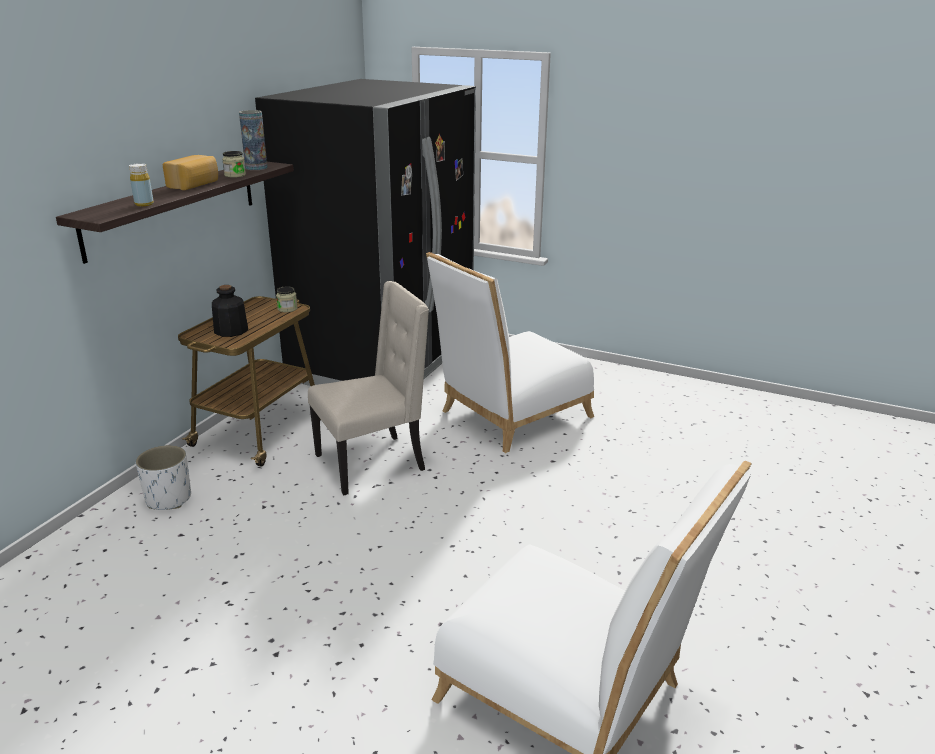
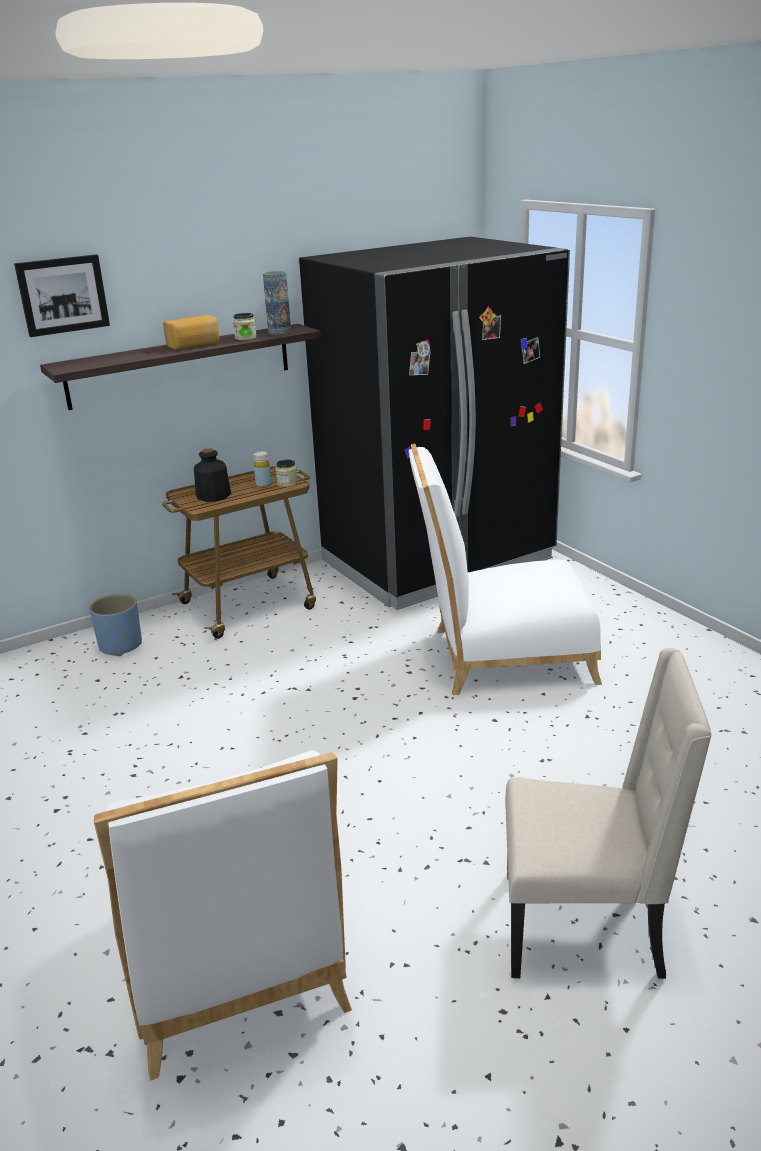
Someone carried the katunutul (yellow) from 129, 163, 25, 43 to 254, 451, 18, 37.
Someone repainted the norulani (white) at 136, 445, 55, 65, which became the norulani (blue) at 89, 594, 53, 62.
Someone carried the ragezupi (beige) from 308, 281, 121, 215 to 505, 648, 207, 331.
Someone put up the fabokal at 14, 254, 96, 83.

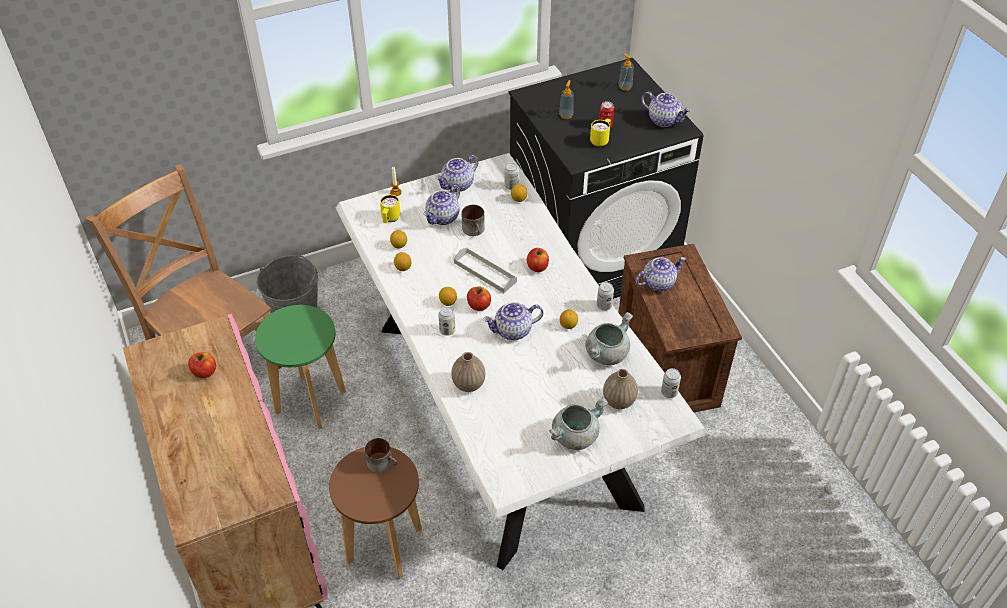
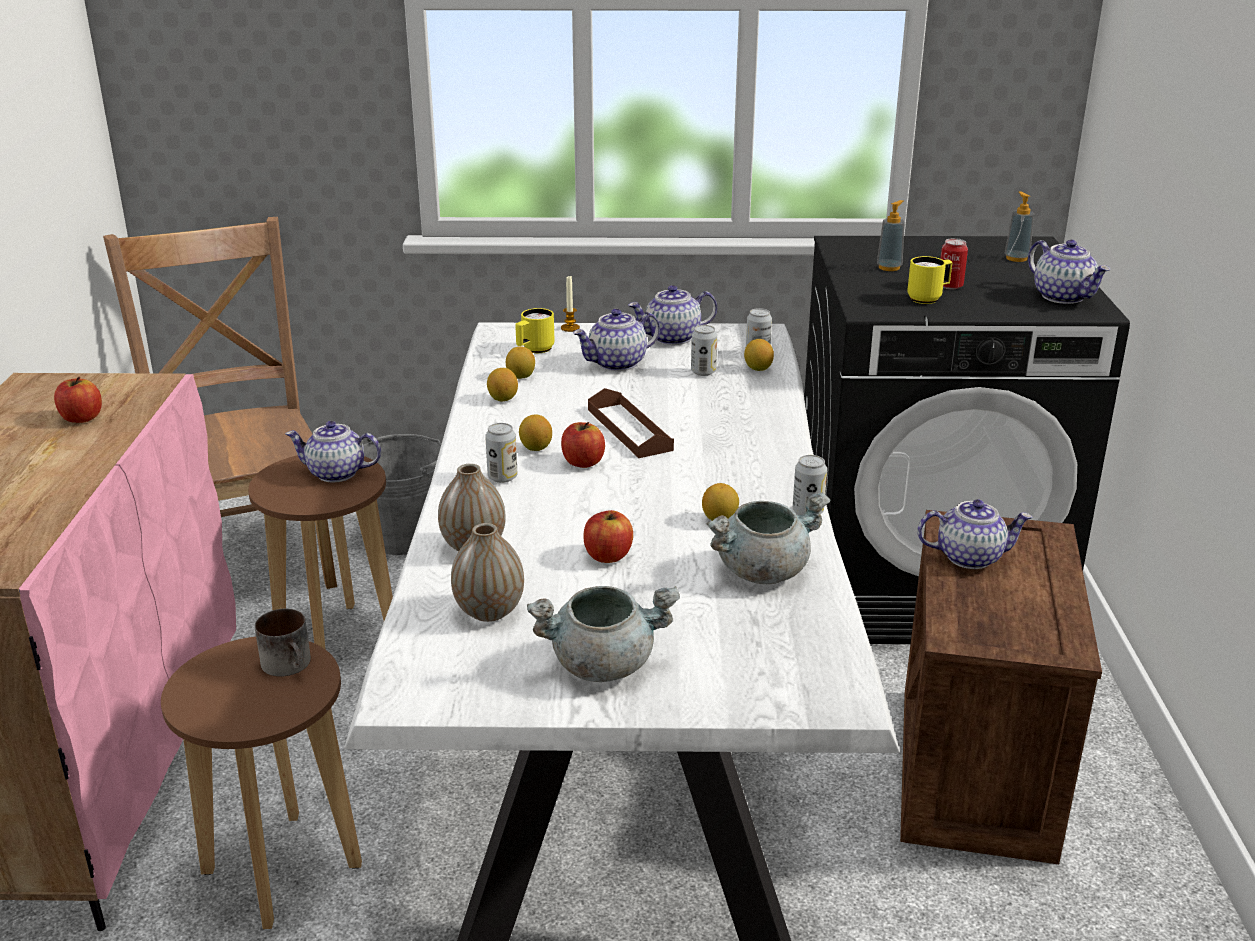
Someone repainted the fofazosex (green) at 255, 305, 91, 124, which became the fofazosex (brown) at 248, 455, 145, 195.
Someone repainted the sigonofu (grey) at 454, 248, 63, 45, which became the sigonofu (brown) at 588, 388, 86, 70.
Someone took away the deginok at 461, 205, 24, 31.
Someone carried the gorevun from 483, 302, 60, 38 to 285, 421, 96, 61.
Someone carried the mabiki from 527, 248, 22, 24 to 584, 510, 49, 53.
Someone carried the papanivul from 603, 369, 35, 40 to 451, 523, 73, 99.
Someone carried the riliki from 661, 368, 20, 30 to 691, 325, 26, 51.

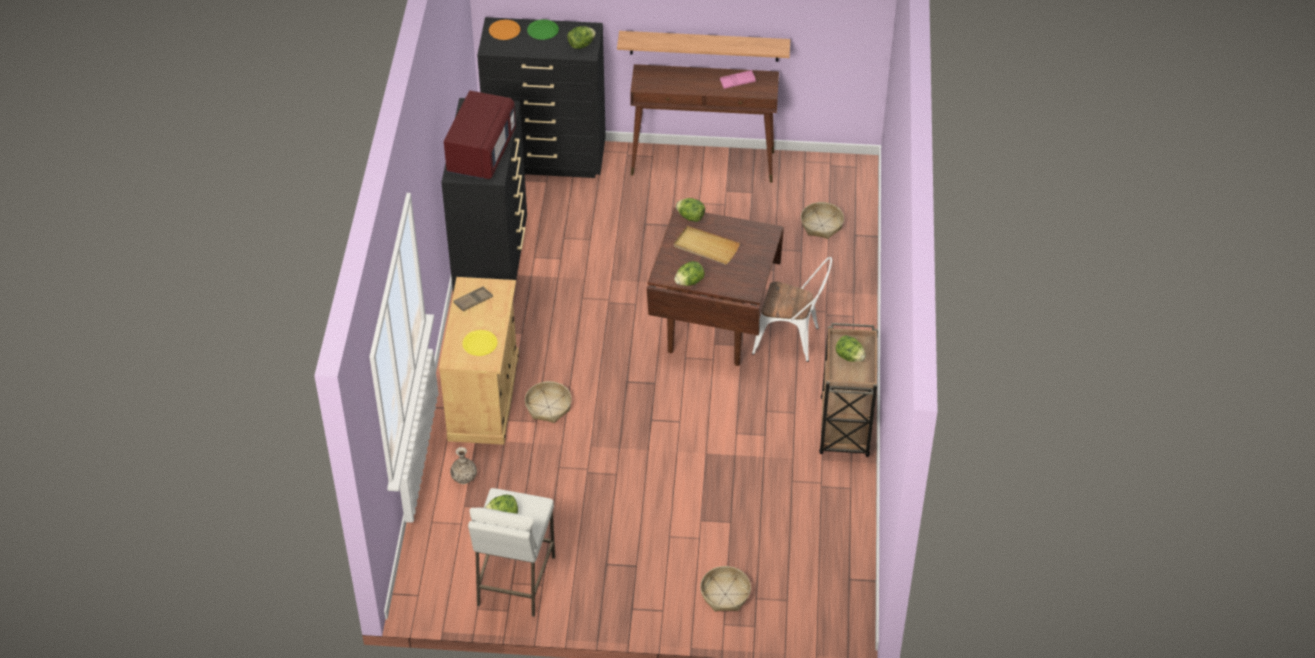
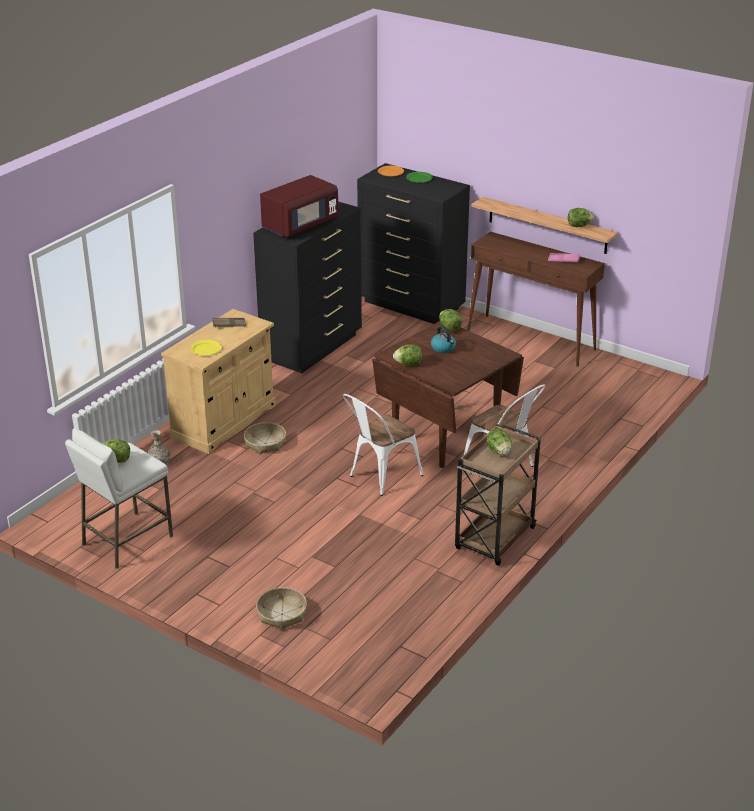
Someone carried the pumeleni from 567, 26, 29, 23 to 568, 208, 26, 19.
Someone swapped the sigonofu (beige) at 674, 226, 66, 39 for the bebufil at 431, 326, 25, 27.
Someone took away the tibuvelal at 801, 202, 43, 37.
Someone put down the ragezupi (white) at 343, 394, 80, 102.

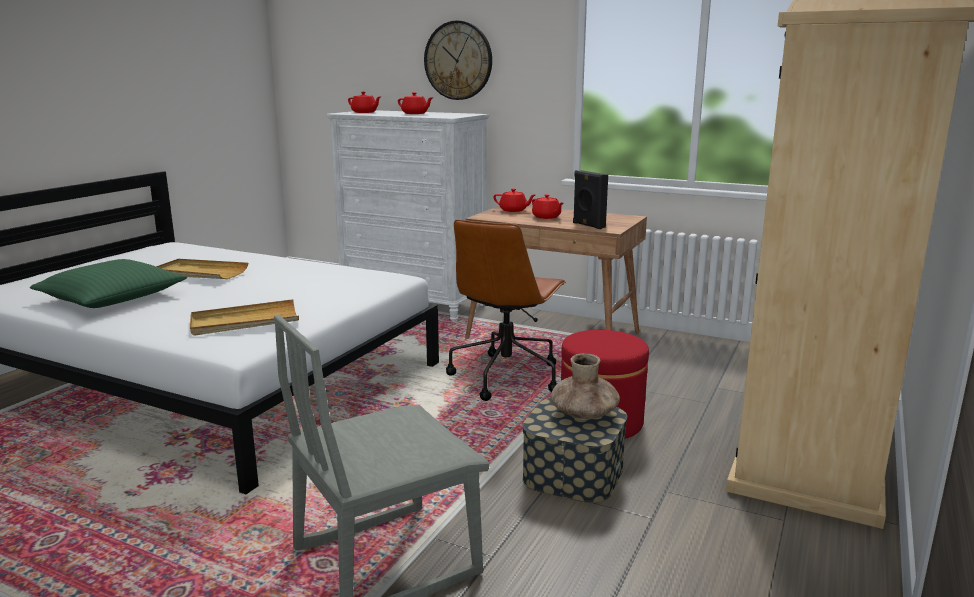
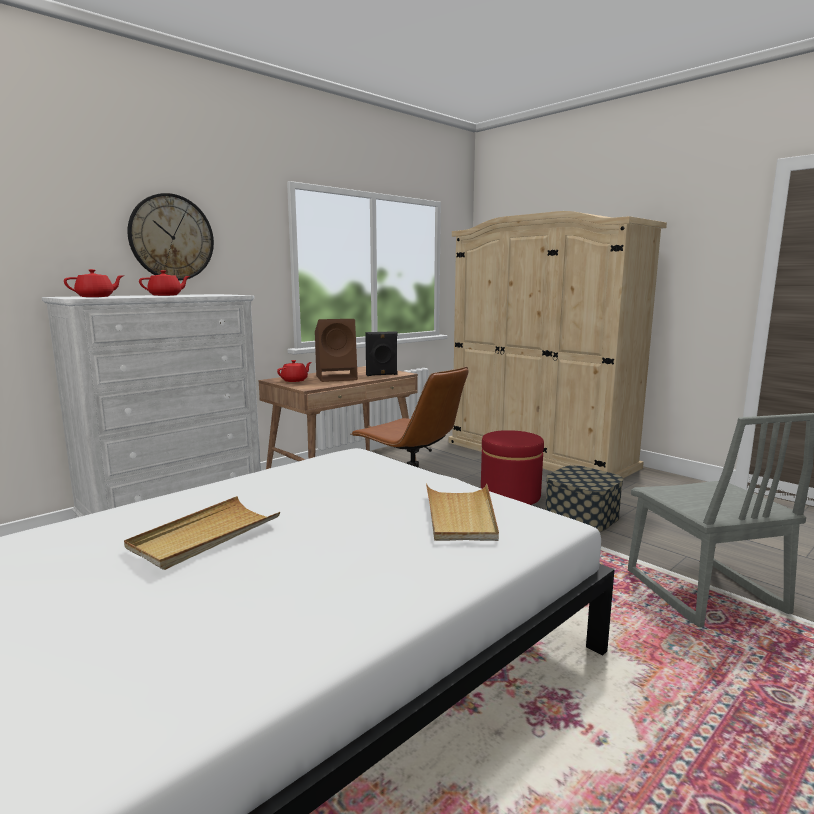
Someone took away the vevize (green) at 30, 259, 157, 49.
Someone swapped the gorevun (red) at 532, 194, 31, 25 for the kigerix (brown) at 315, 319, 43, 63.
Someone took away the papanivul (brown) at 551, 353, 69, 67.

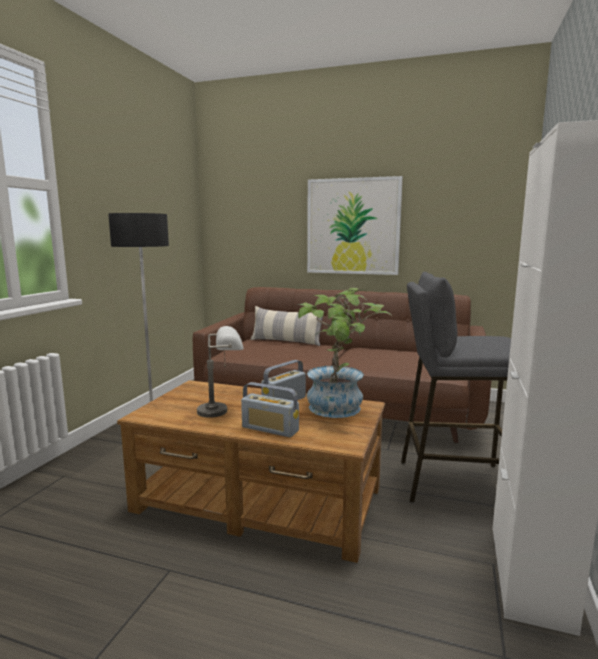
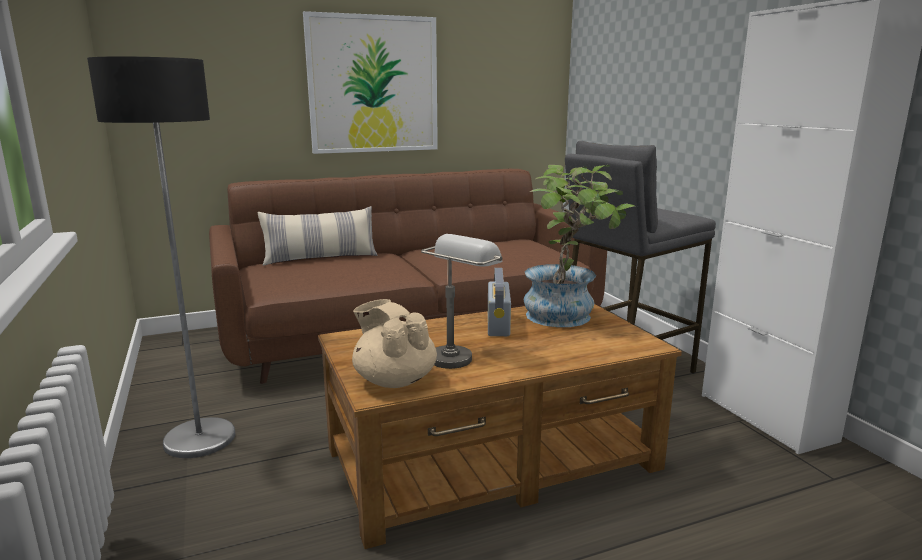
Someone took away the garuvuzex at 241, 382, 58, 55.
Someone put down the gorevun (beige) at 352, 299, 85, 89.

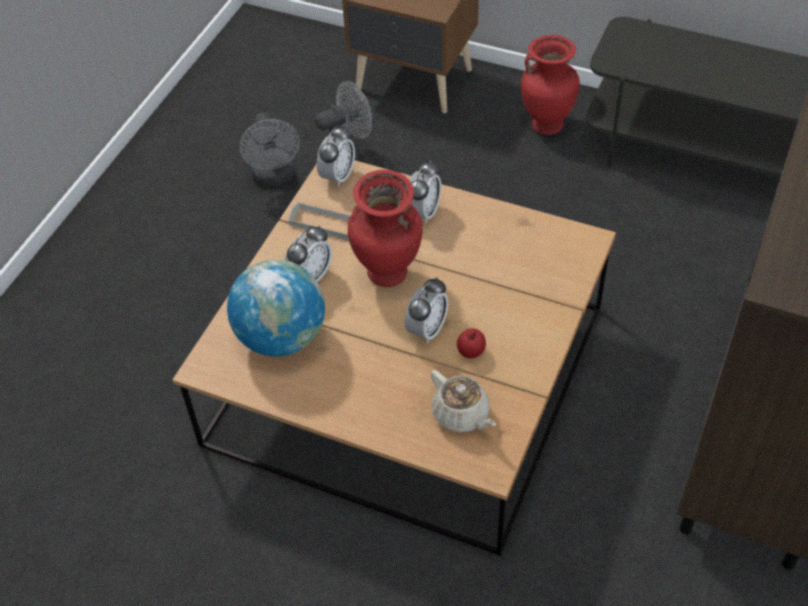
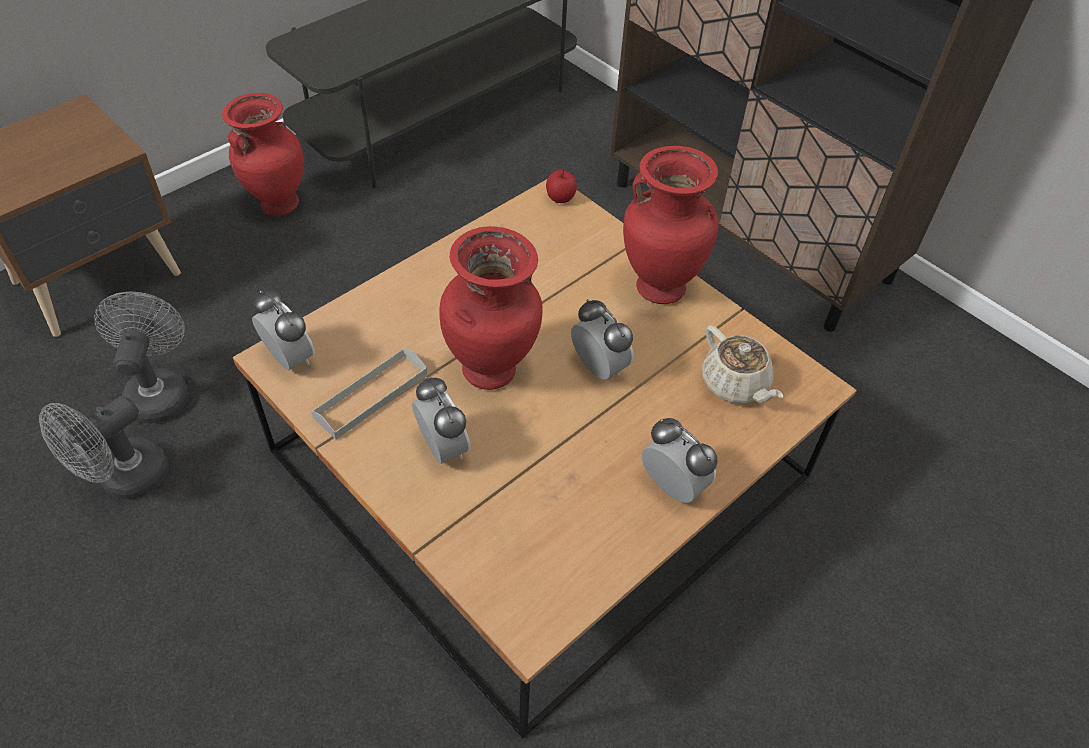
Someone took away the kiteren at 227, 259, 98, 98.
Someone rotated the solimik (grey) at 239, 112, 61, 75 by 120 degrees clockwise.
Someone carried the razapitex from 410, 160, 31, 64 to 642, 418, 76, 85.
Someone rotated the gorevun (beige) at 430, 370, 66, 62 by 75 degrees clockwise.
Someone carried the mabiki from 457, 328, 29, 30 to 546, 169, 31, 34.
Someone put down the papanivul (red) at 623, 146, 96, 158.

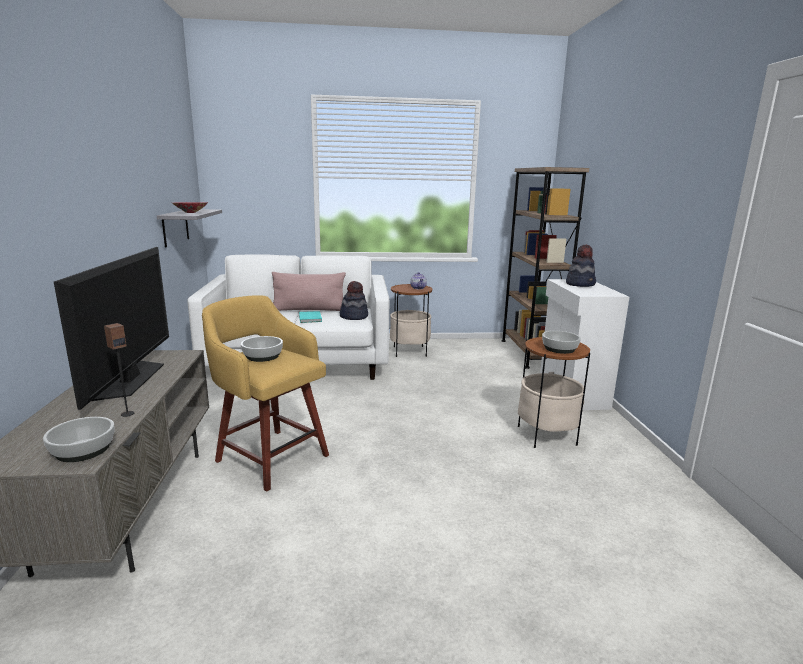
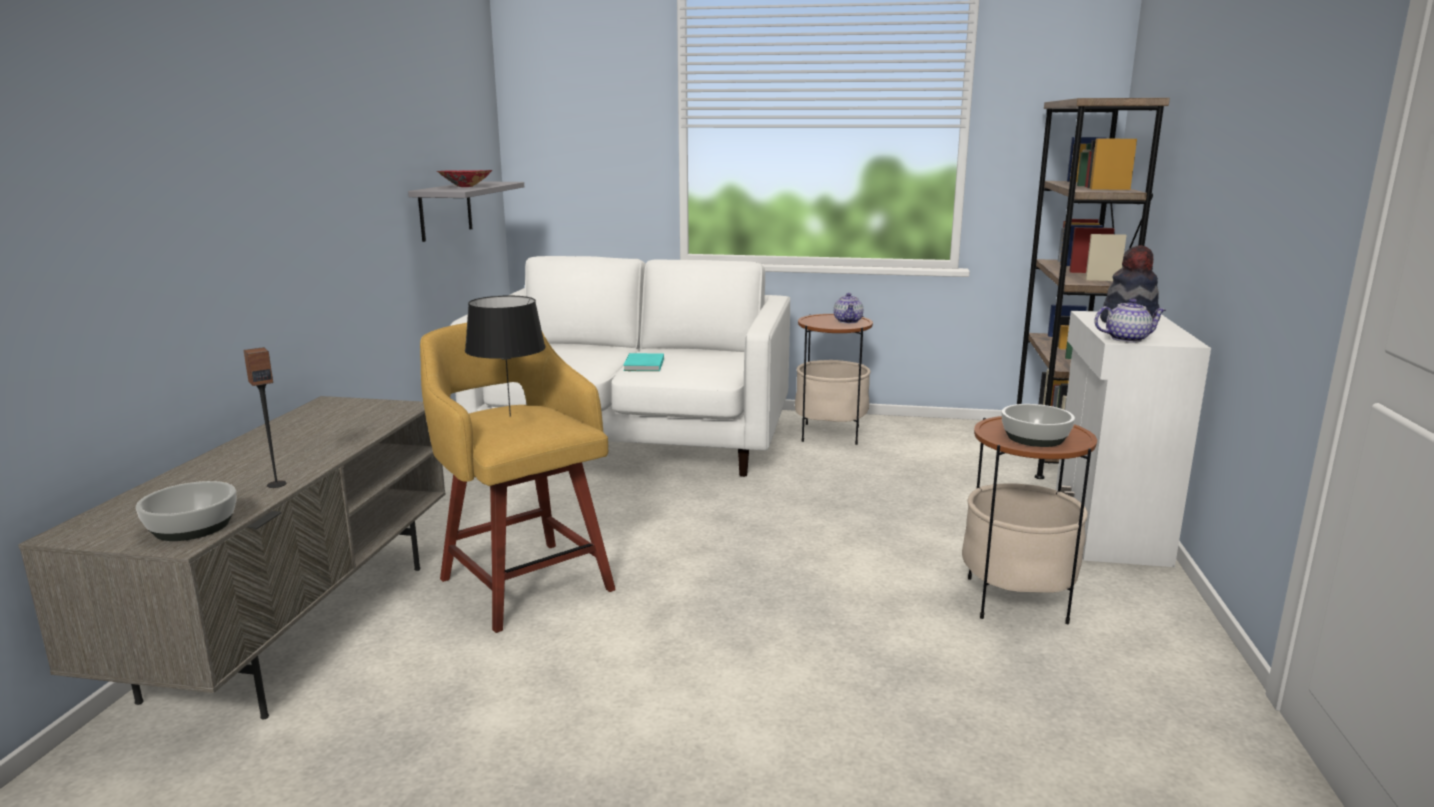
Someone took away the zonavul at 54, 247, 115, 163.
Someone swapped the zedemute at 241, 336, 42, 26 for the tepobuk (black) at 465, 296, 80, 121.
Someone took away the vevize (pink) at 272, 272, 74, 39.
Someone took away the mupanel at 340, 281, 28, 39.
Someone put down the gorevun at 1094, 298, 72, 45.

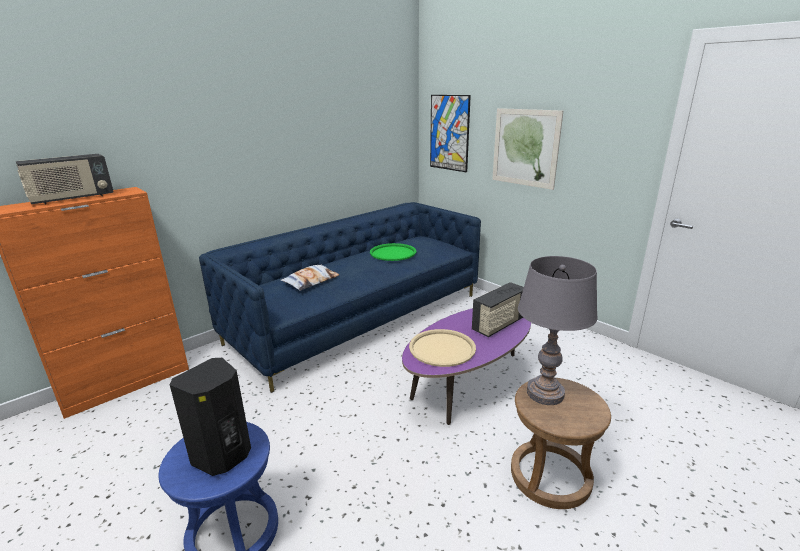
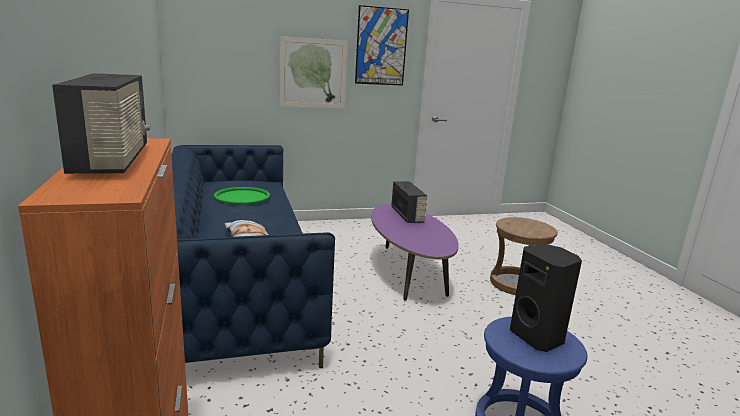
Someone took away the sigonofu (beige) at 409, 329, 67, 38.
Someone carried the fabokal from 430, 95, 41, 77 to 355, 5, 54, 81.
Someone took away the tepobuk (grey) at 518, 256, 80, 149.

